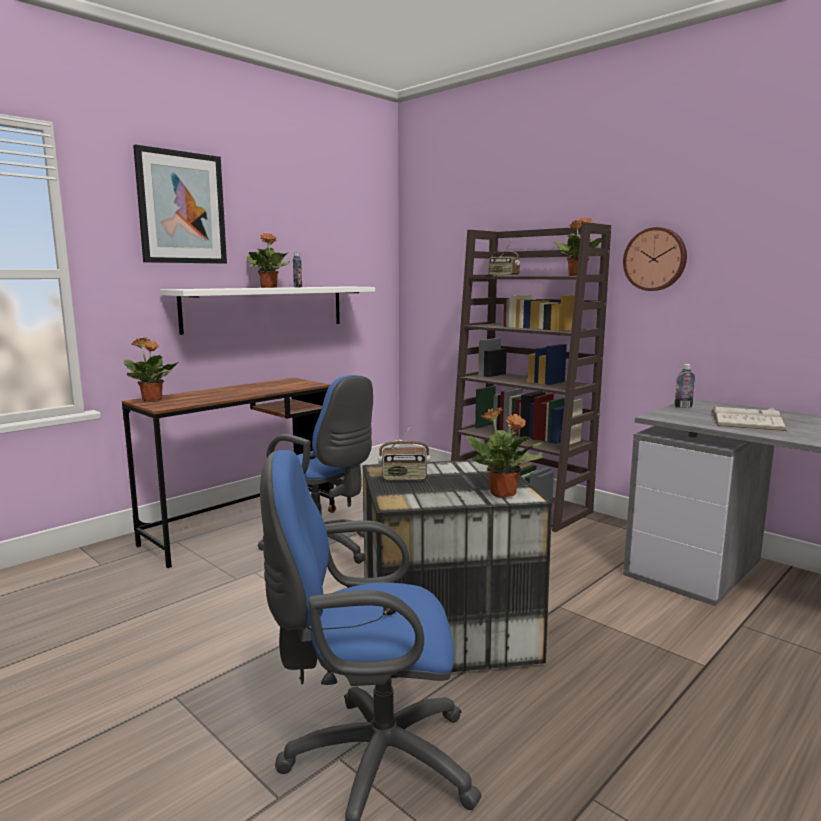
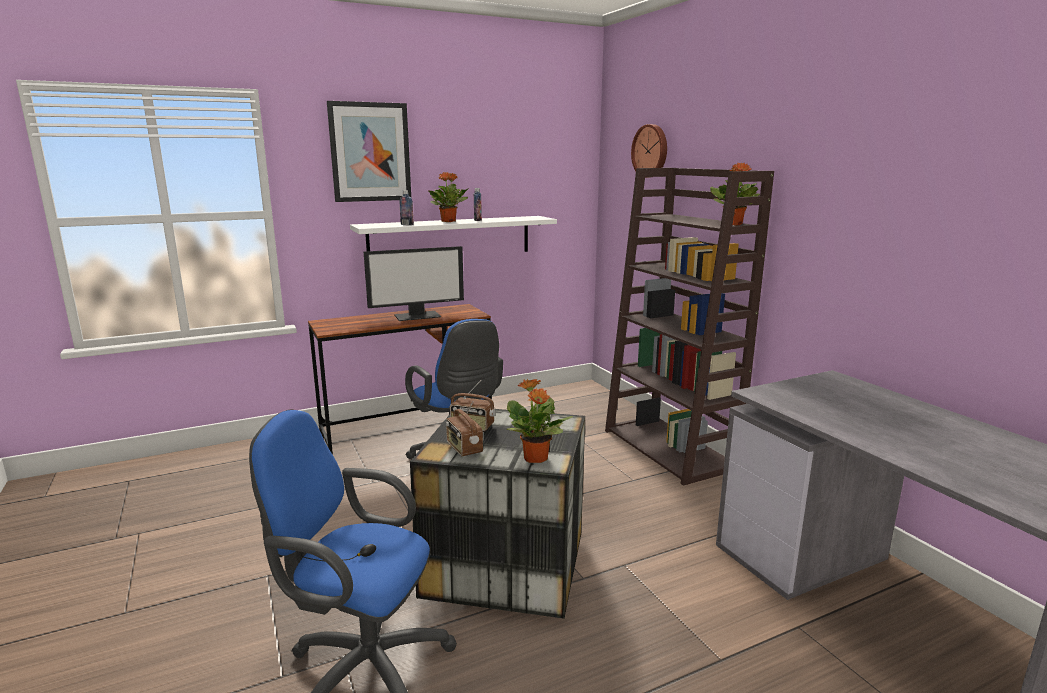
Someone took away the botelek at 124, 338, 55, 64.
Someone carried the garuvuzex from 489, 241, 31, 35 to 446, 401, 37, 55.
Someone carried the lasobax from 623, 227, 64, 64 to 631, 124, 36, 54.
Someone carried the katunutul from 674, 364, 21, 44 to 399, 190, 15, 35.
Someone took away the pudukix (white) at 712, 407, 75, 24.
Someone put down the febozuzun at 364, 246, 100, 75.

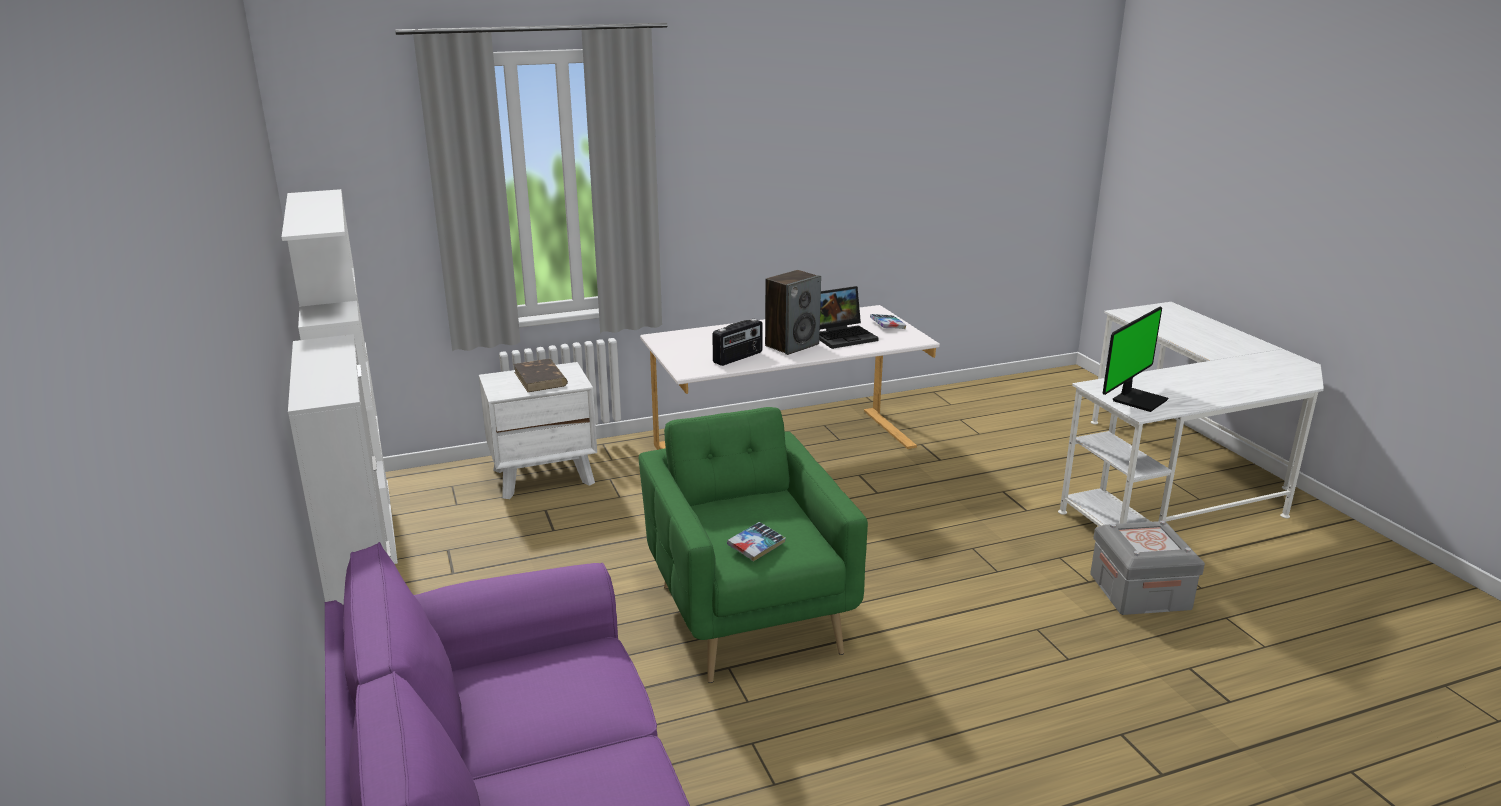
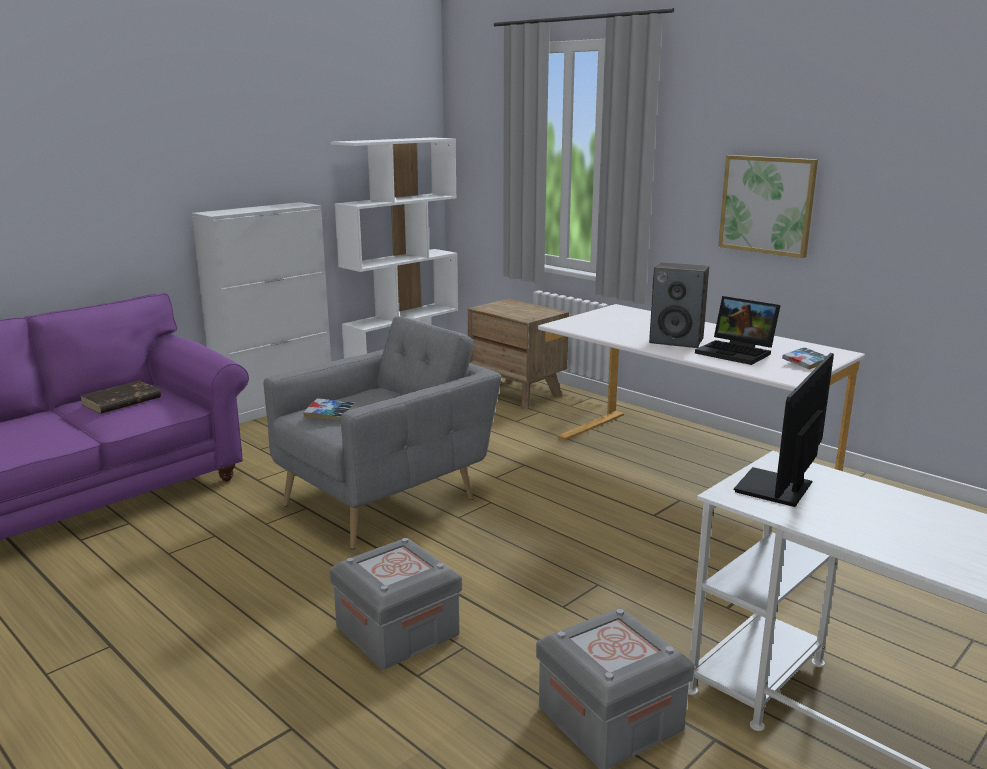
Someone repainted the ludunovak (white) at 479, 362, 118, 137, which became the ludunovak (brown) at 468, 299, 101, 110.
Someone carried the pudukix (brown) from 514, 359, 54, 33 to 79, 380, 82, 34.
Someone repainted the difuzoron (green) at 639, 407, 229, 276, which became the difuzoron (grey) at 264, 316, 237, 233.
Someone took away the garuvuzex at 712, 319, 51, 47.
Someone rotated the febozuzun at 1103, 307, 65, 105 by 105 degrees clockwise.
Someone put down the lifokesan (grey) at 330, 538, 132, 132.
Someone put up the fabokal at 718, 155, 100, 103.

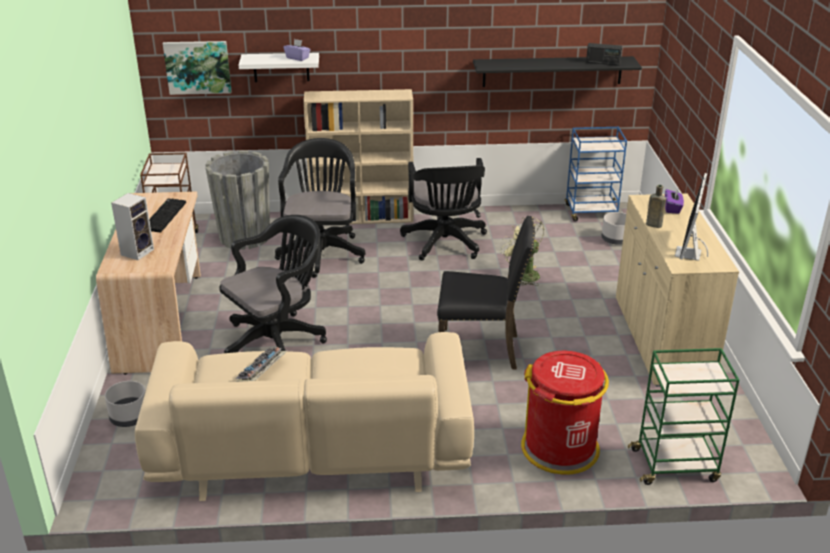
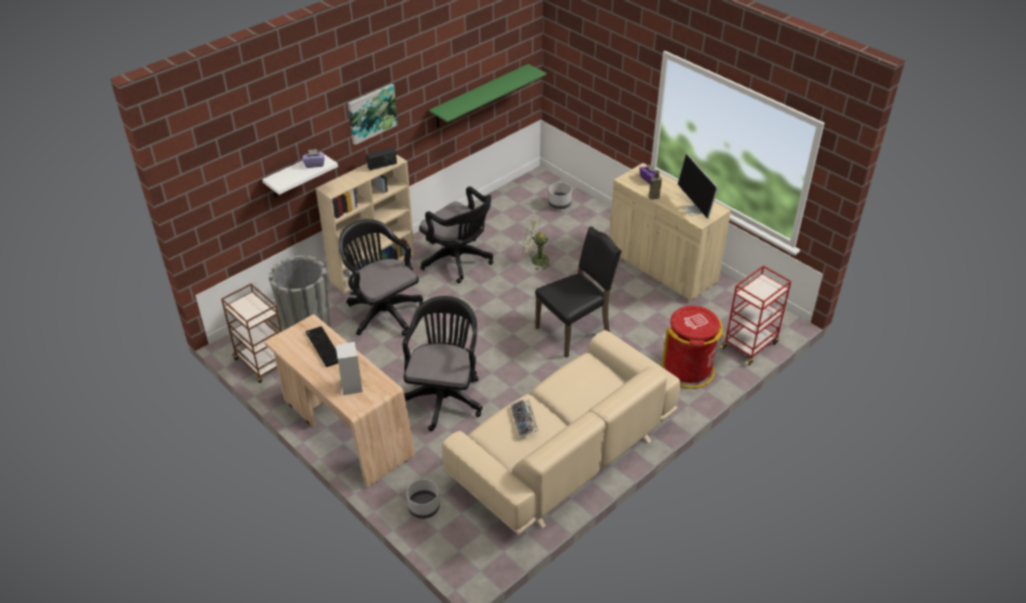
Someone carried the fabokal from 163, 41, 69, 54 to 348, 84, 50, 61.
Someone repainted the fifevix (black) at 473, 56, 169, 31, which became the fifevix (green) at 429, 64, 117, 64.
Someone took away the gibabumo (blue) at 565, 127, 62, 94.
Someone carried the garuvuzex from 586, 43, 36, 23 to 366, 147, 31, 23.
Someone repainted the gibabumo (green) at 628, 348, 111, 137, which became the gibabumo (red) at 720, 265, 71, 101.

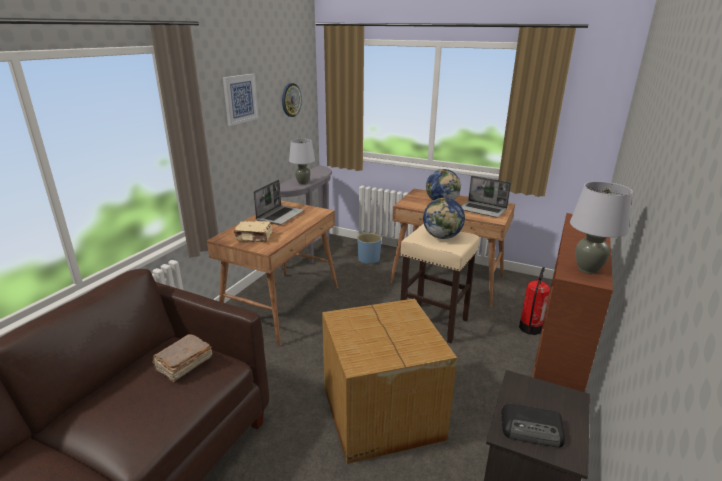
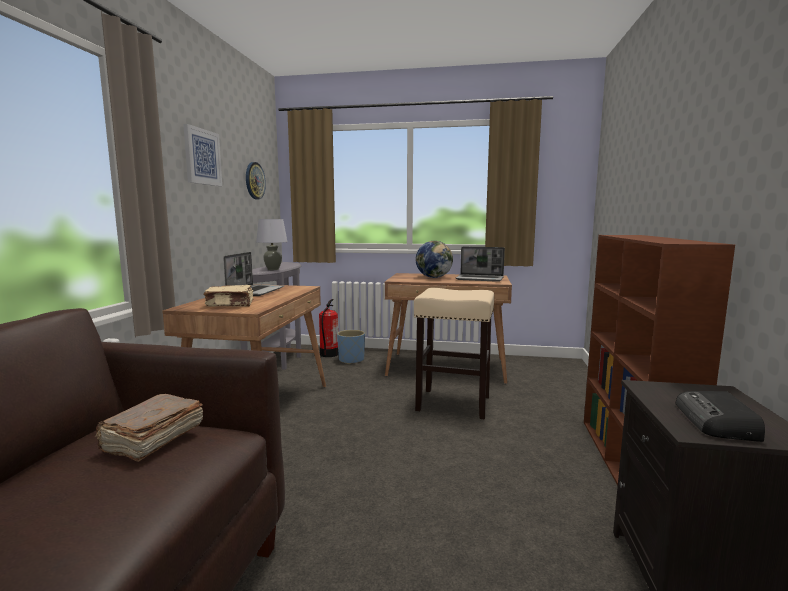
Someone took away the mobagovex at 322, 298, 135, 166.
Someone took away the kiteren at 423, 198, 42, 41.
Someone rotated the garuvuzex at 501, 403, 64, 45 by 105 degrees clockwise.
Someone carried the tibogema from 519, 267, 31, 68 to 319, 299, 20, 58.
Someone took away the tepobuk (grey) at 570, 181, 62, 93.

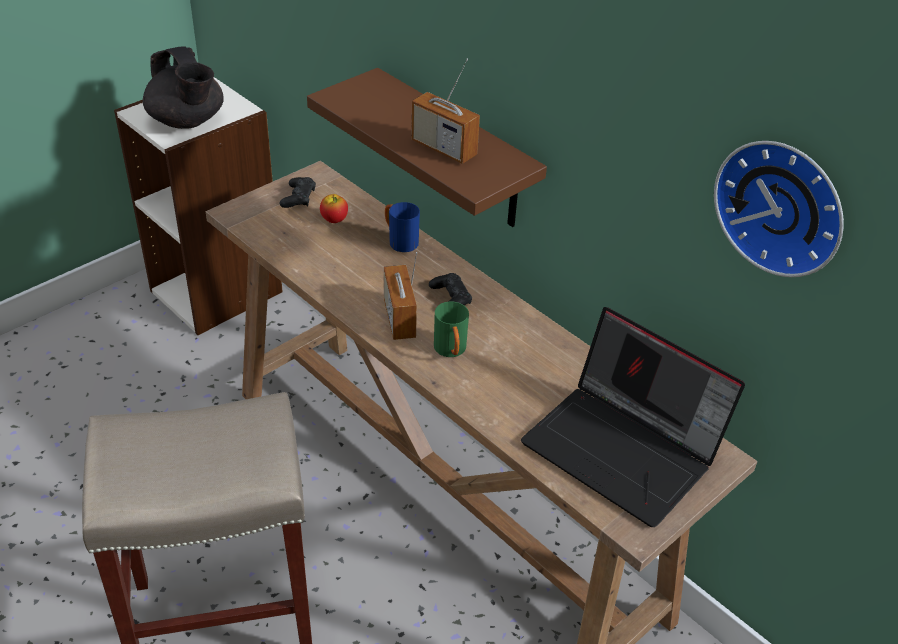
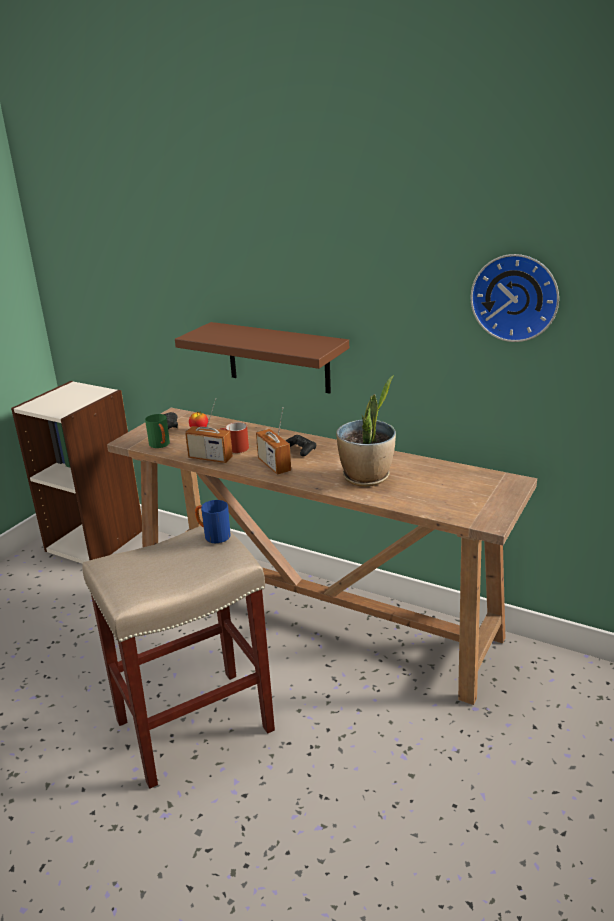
Someone took away the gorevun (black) at 143, 46, 81, 83.
Someone carried the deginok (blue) from 385, 202, 35, 50 to 195, 500, 36, 43.
Someone carried the garuvuzex from 411, 59, 69, 105 to 185, 398, 48, 65.
Someone carried the deginok (green) from 434, 302, 35, 55 to 145, 414, 25, 34.
Someone took away the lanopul at 521, 307, 224, 220.
Someone put down the deginok (red) at 220, 422, 29, 31.
Someone put down the botelek at 336, 375, 60, 112.

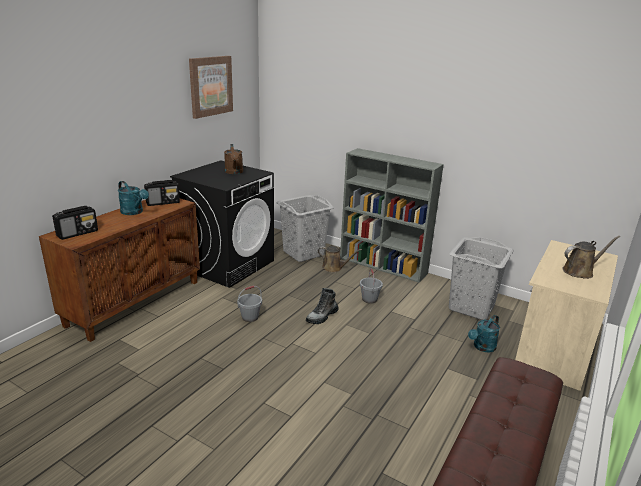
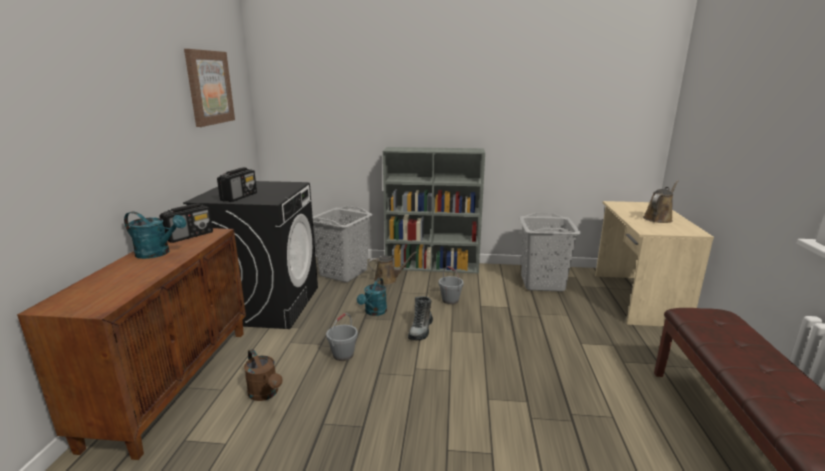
Someone carried the garuvuzex from 52, 206, 46, 34 to 217, 167, 40, 35.
Someone carried the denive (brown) from 224, 144, 19, 30 to 244, 349, 39, 52.
Someone carried the denive (turquoise) from 468, 315, 32, 37 to 357, 278, 30, 38.

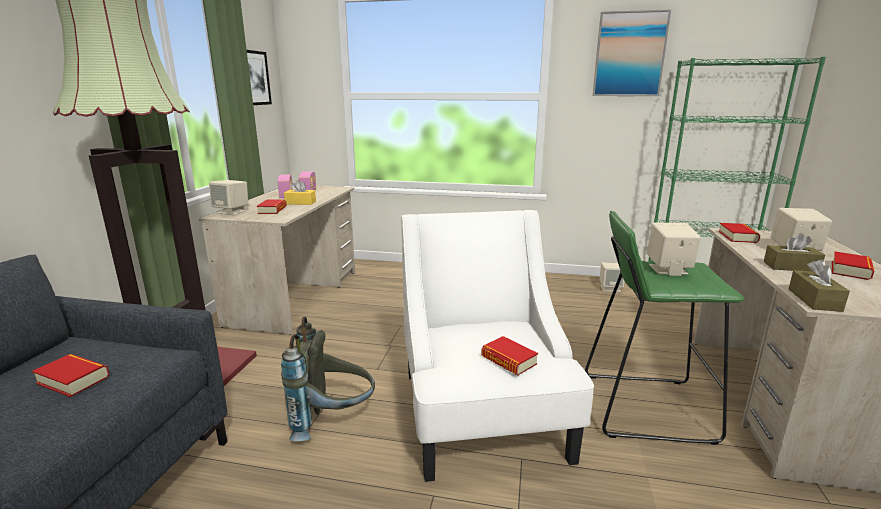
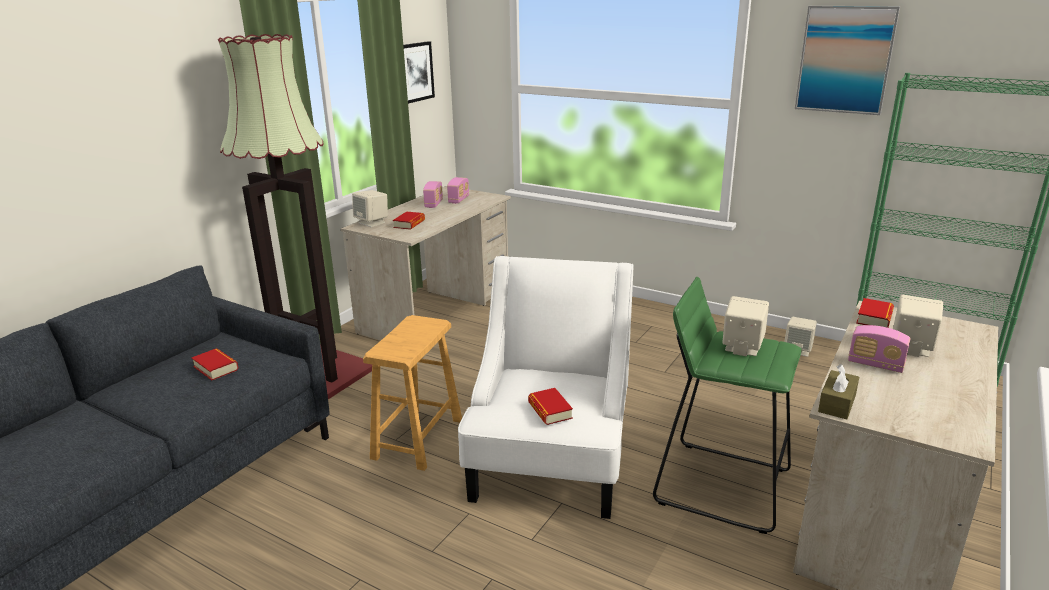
Someone swapped the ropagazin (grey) at 281, 317, 94, 124 for the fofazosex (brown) at 363, 315, 99, 156.
Someone took away the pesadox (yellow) at 284, 180, 32, 25.
Someone swapped the pesadox (brown) at 764, 233, 61, 39 for the garuvuzex at 848, 325, 63, 48.
Someone took away the pudukix at 832, 251, 42, 29.

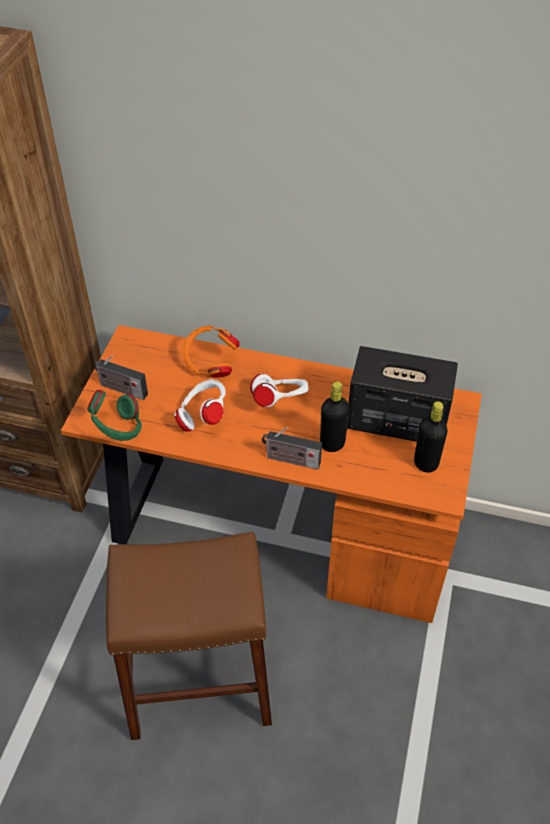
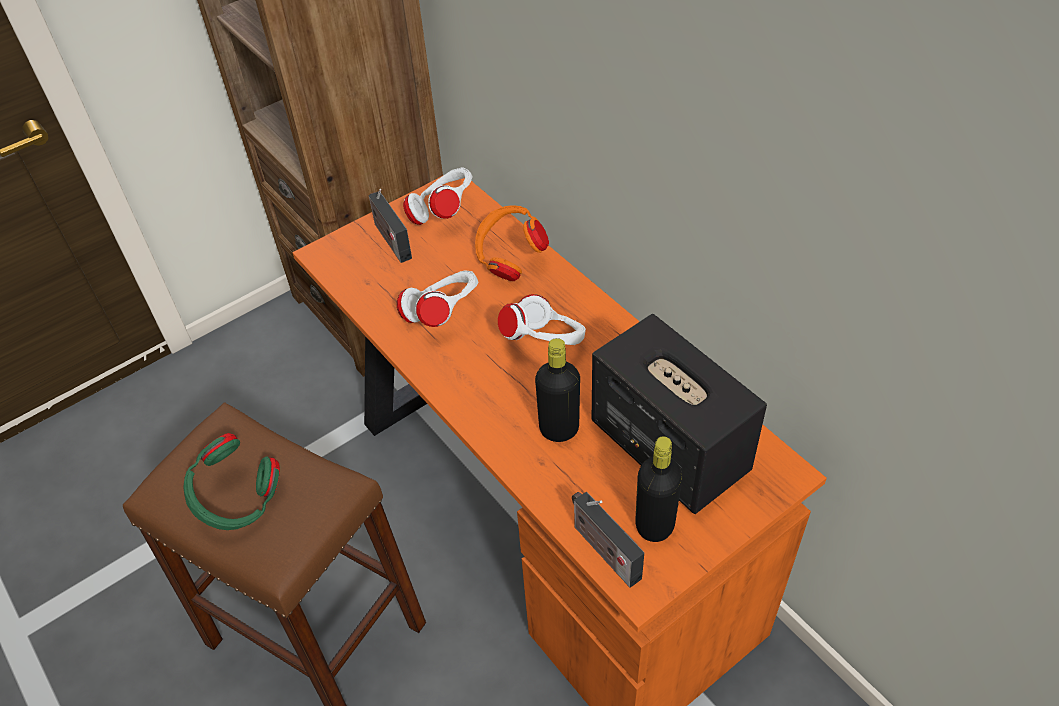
Someone carried the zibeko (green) from 87, 390, 55, 51 to 183, 433, 97, 97.
Someone carried the garuvuzex from 262, 427, 60, 43 to 572, 492, 72, 96.
Someone put down the zibeko (white) at 403, 167, 70, 58.

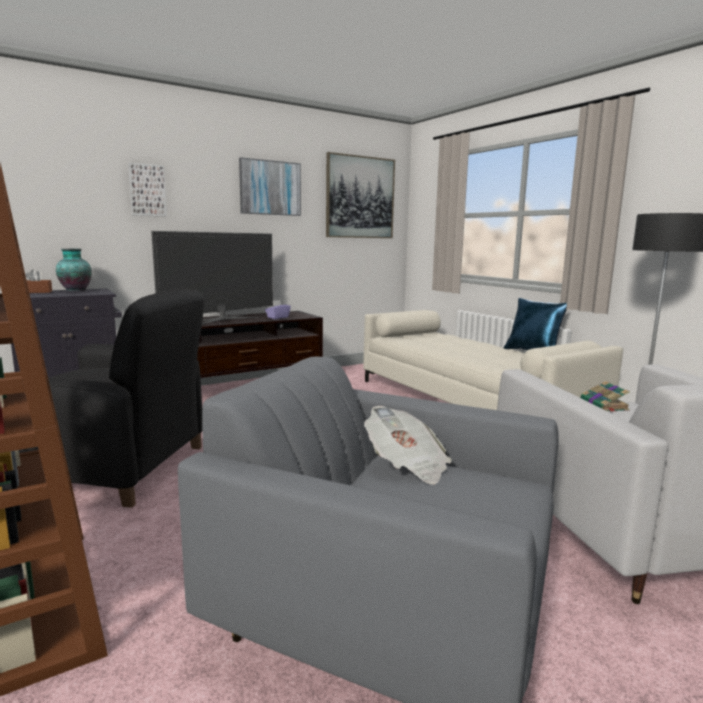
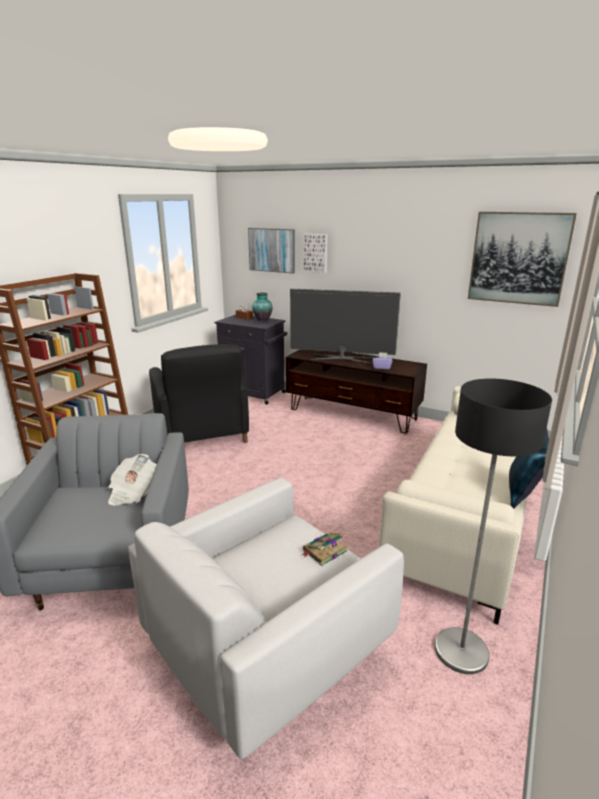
Someone carried the fabokal from 239, 157, 62, 59 to 248, 228, 47, 46.

